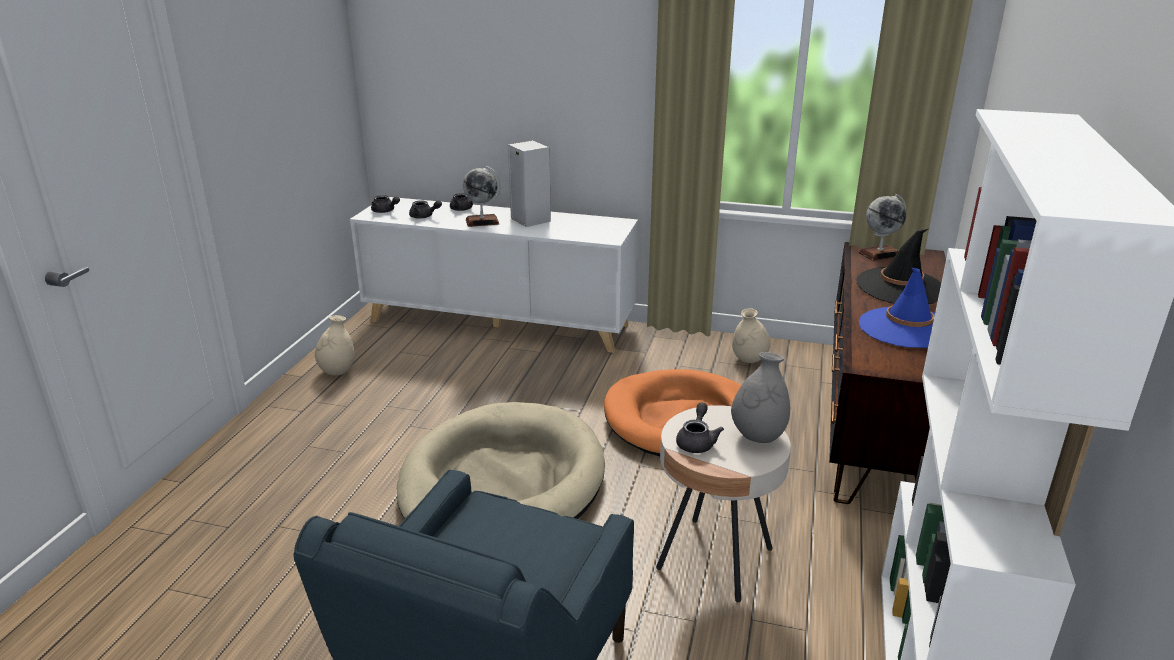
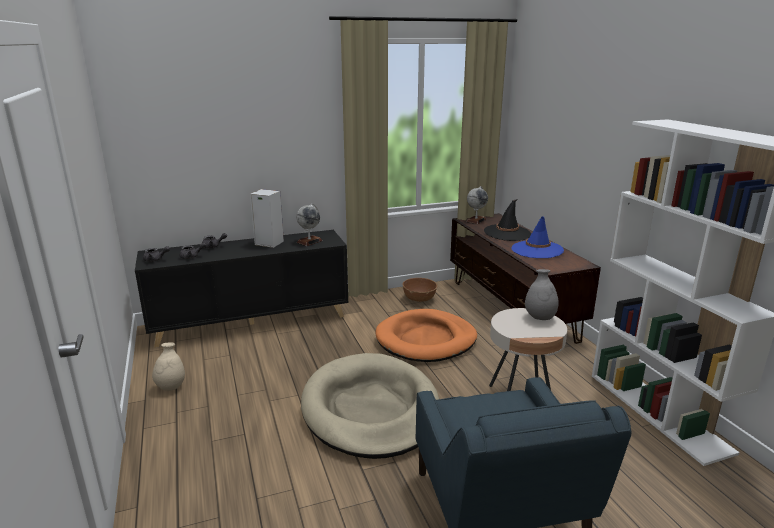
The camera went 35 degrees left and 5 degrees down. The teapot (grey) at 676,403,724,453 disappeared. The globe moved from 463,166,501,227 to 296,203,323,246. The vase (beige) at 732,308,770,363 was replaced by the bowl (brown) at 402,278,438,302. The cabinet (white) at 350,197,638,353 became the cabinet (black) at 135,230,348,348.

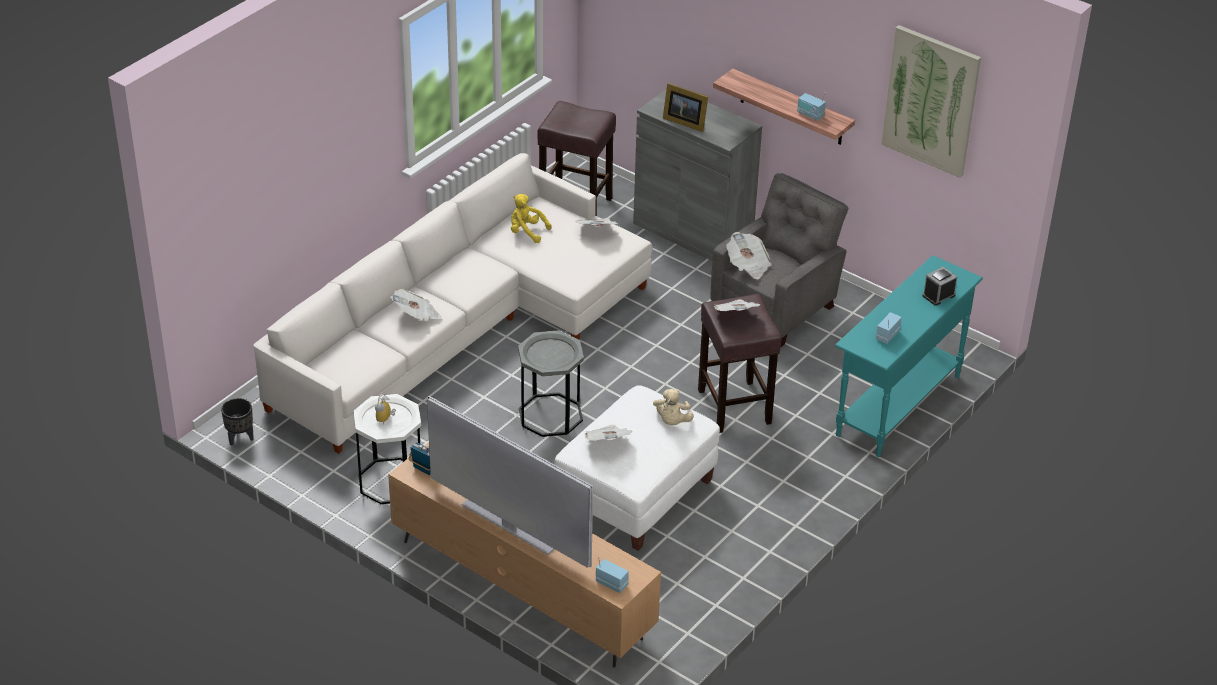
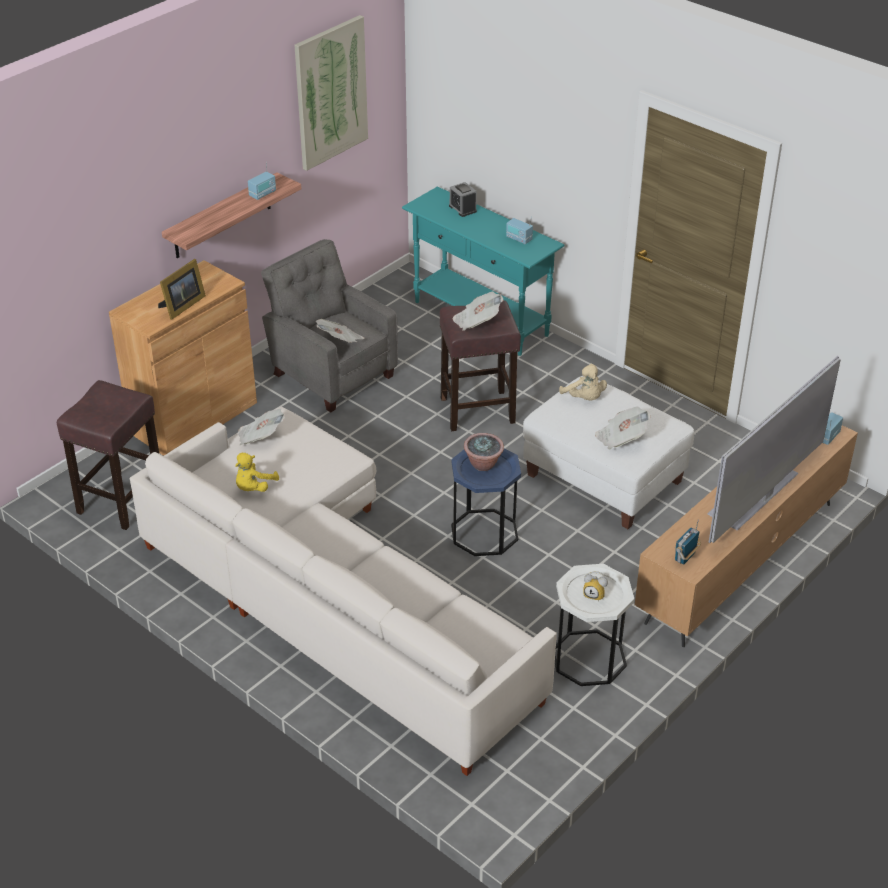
The camera went 85 degrees left and 0 degrees up. The planter (black) at 221,398,254,446 disappeared. The newspaper at 390,289,441,321 disappeared. The potted plant at 464,433,504,471 appeared. The side table (grey) at 518,330,584,437 became the side table (blue) at 451,448,521,556. The cabinet (grey) at 633,90,762,261 became the cabinet (brown) at 109,260,257,456. The plush toy (beige) at 653,389,694,425 turned 45 degrees clockwise.

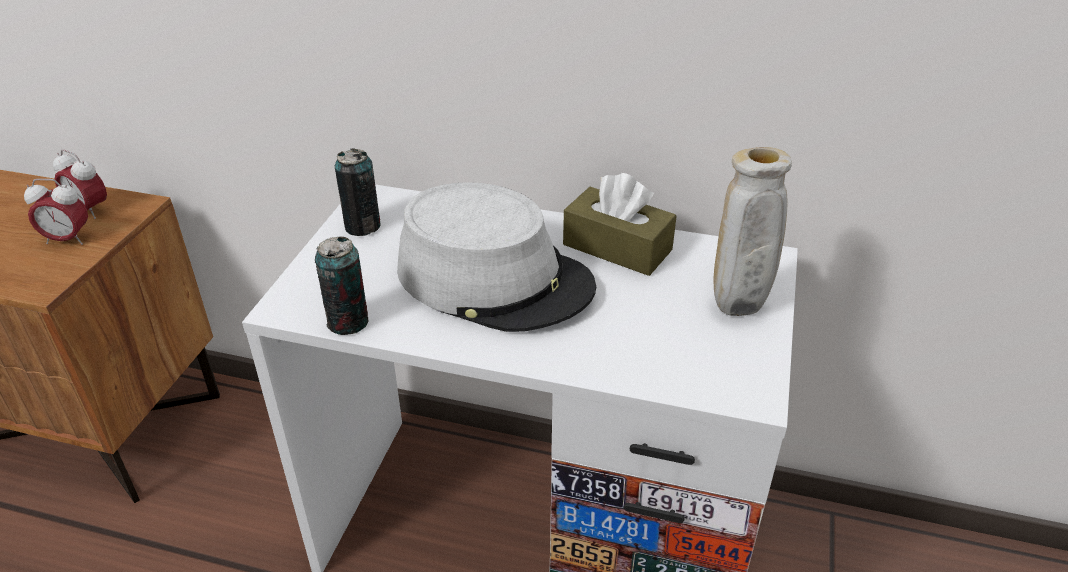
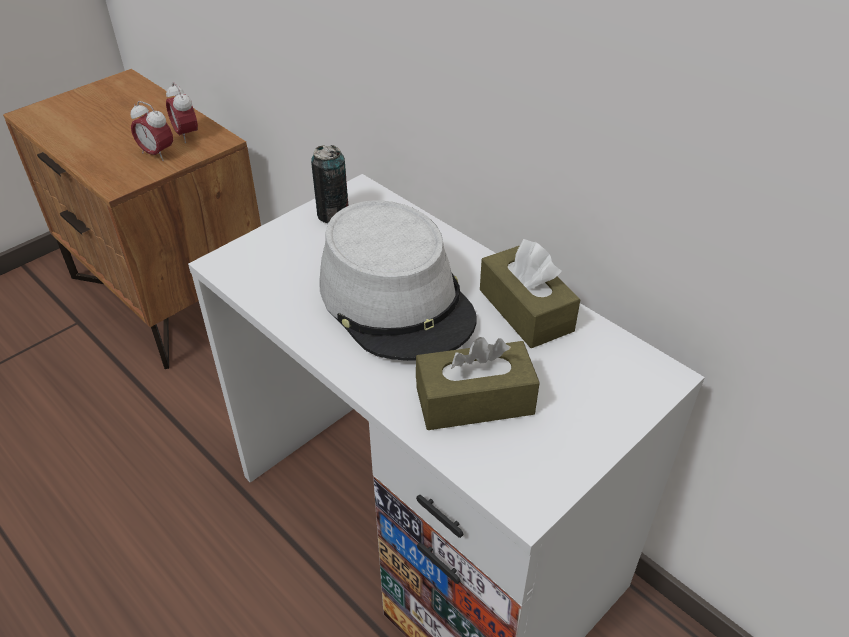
The camera went 30 degrees right and 5 degrees up. The can at 315,236,369,335 disappeared. The vase (beige) at 714,147,792,316 disappeared. The tissue box (brown) at 416,337,540,430 appeared.

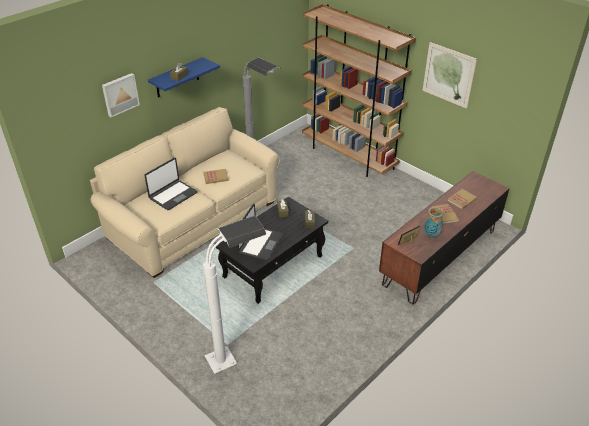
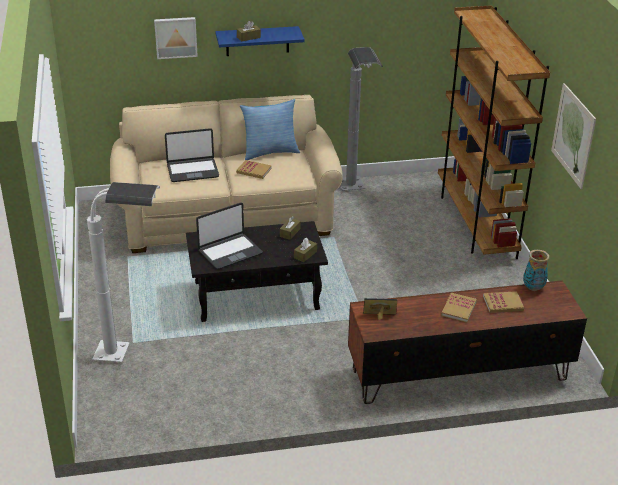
The camera went 35 degrees right and 5 degrees down. The pillow at 240,99,300,160 appeared. The vase moved from 424,207,444,238 to 523,250,550,291.

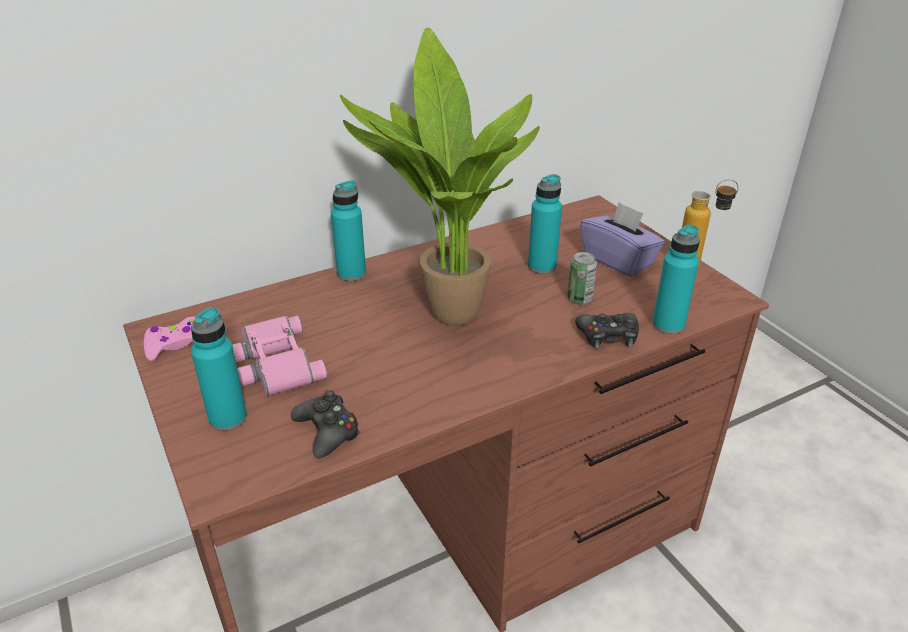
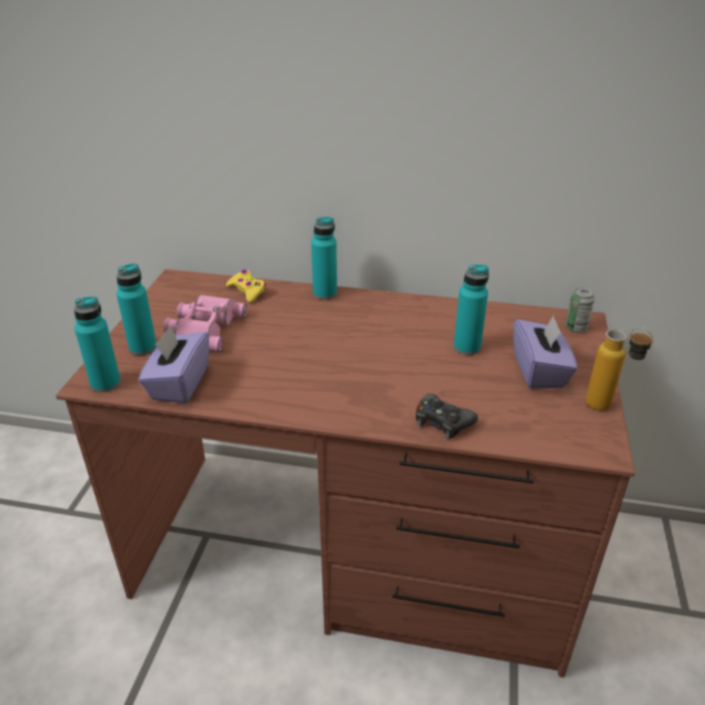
The camera went 40 degrees right and 0 degrees up. The game controller (pink) at 144,317,195,361 disappeared. The potted plant at 340,28,540,326 disappeared. The game controller (yellow) at 226,270,266,303 appeared. The can moved from 567,252,597,305 to 566,288,595,333. The bottle (turquoise) moved from 652,225,700,334 to 74,296,121,392. The game controller (black) at 291,390,360,458 was replaced by the tissue box (purple) at 138,326,209,403.

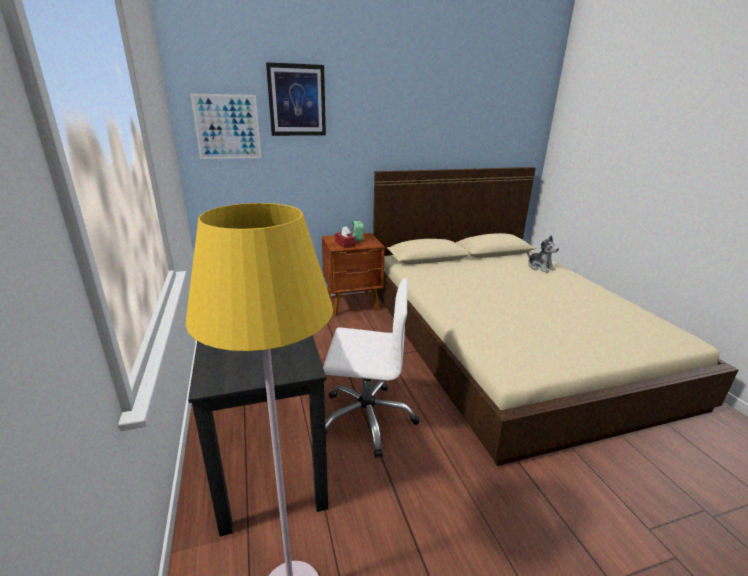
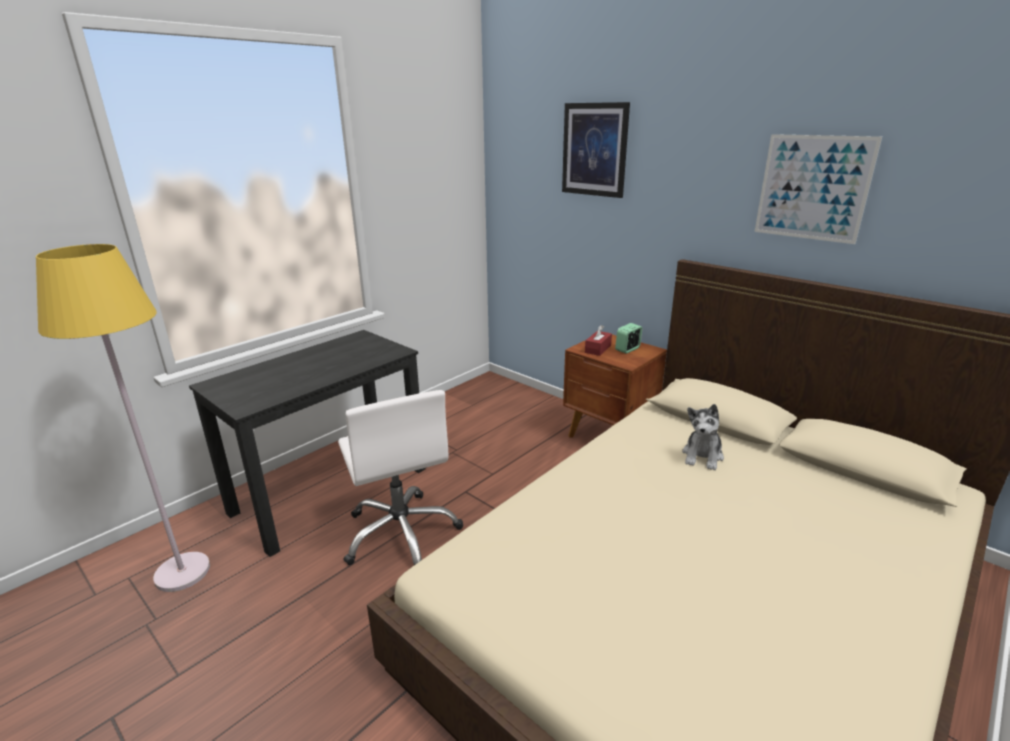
The camera went 60 degrees right and 0 degrees up. The picture moved from 190,93,261,159 to 754,134,882,244. The plush toy moved from 527,235,559,273 to 682,404,724,470.

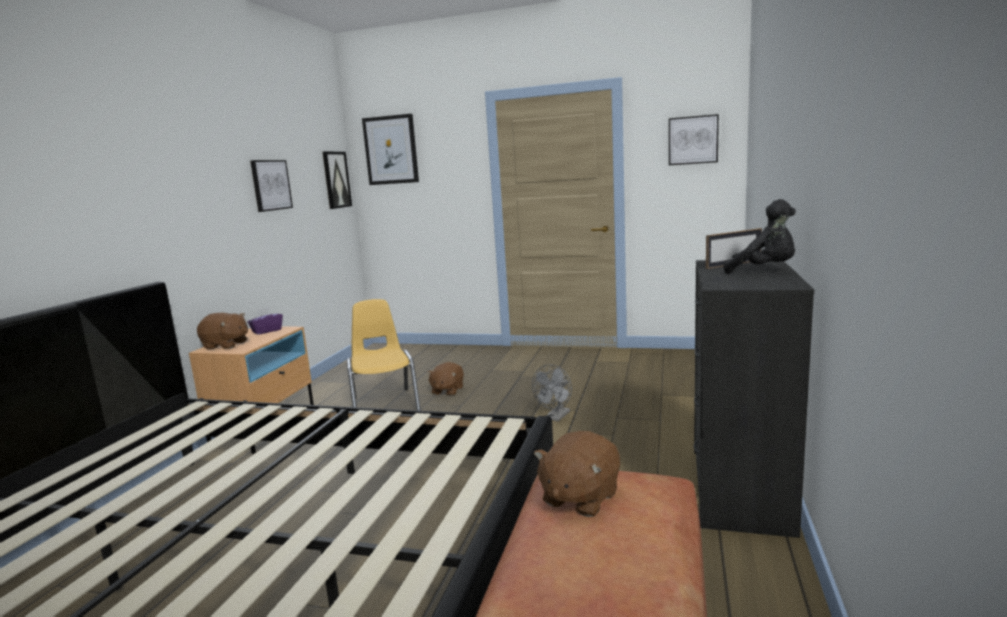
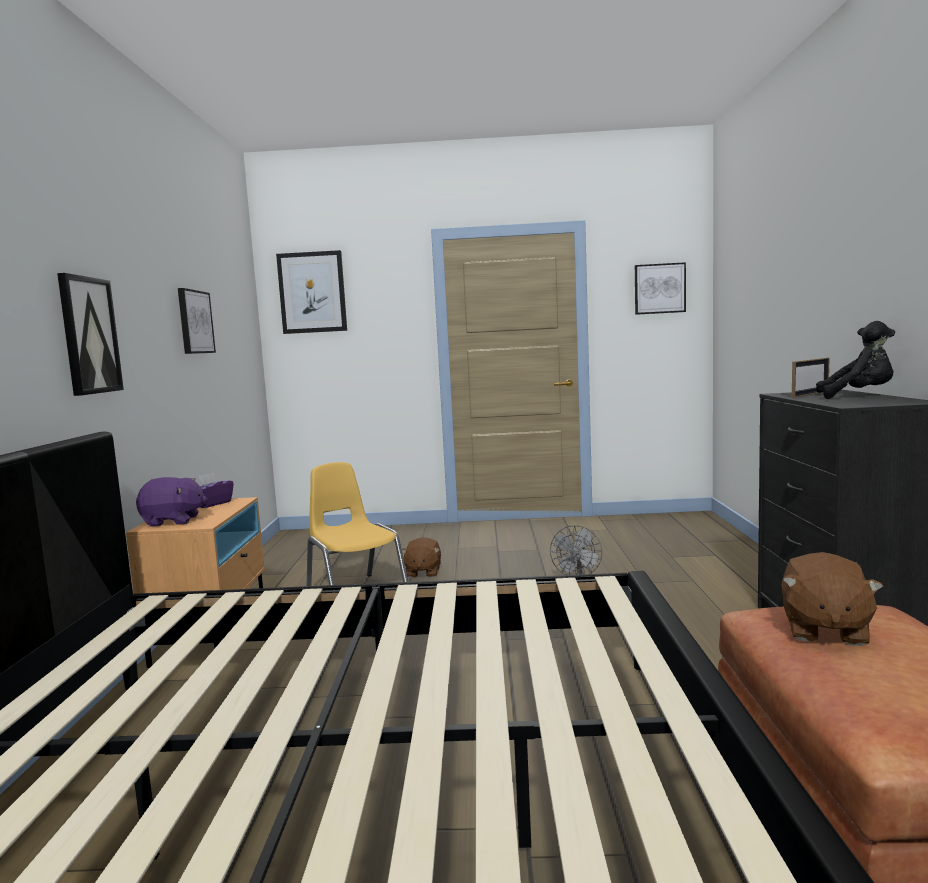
The camera went 15 degrees left and 5 degrees down. The picture moved from 323,151,352,209 to 57,273,124,396. The plush toy (brown) at 197,313,248,349 became the plush toy (purple) at 136,477,207,526.

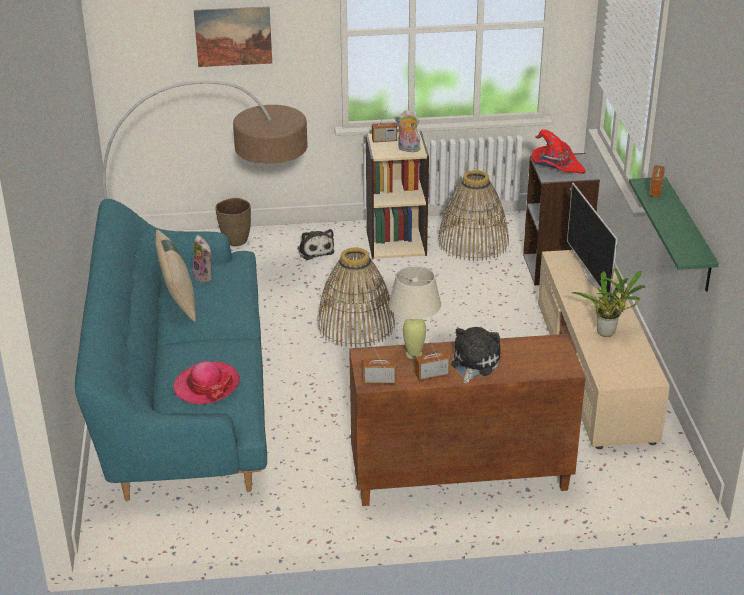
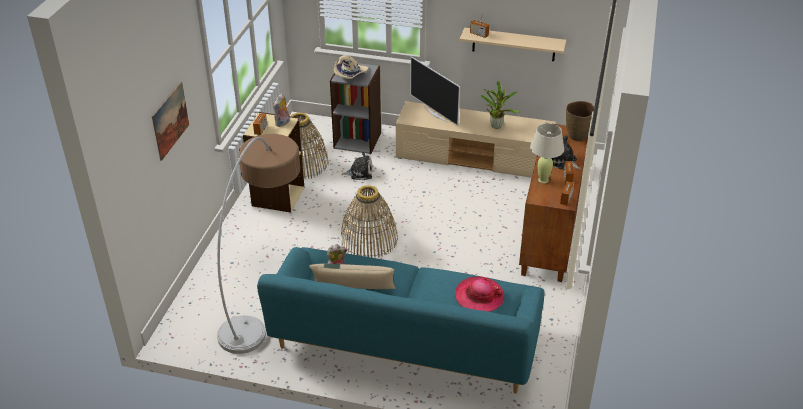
The camera went 70 degrees left and 5 degrees up. The vase (brown) moved from 215,198,251,246 to 566,101,594,141. The plush toy moved from 297,229,334,260 to 341,152,373,180. The hat (red) at 531,129,586,174 became the hat (beige) at 334,55,368,79. The shelf (green) at 629,177,719,292 became the shelf (beige) at 460,28,566,61. The television at 567,183,617,300 turned 45 degrees clockwise.

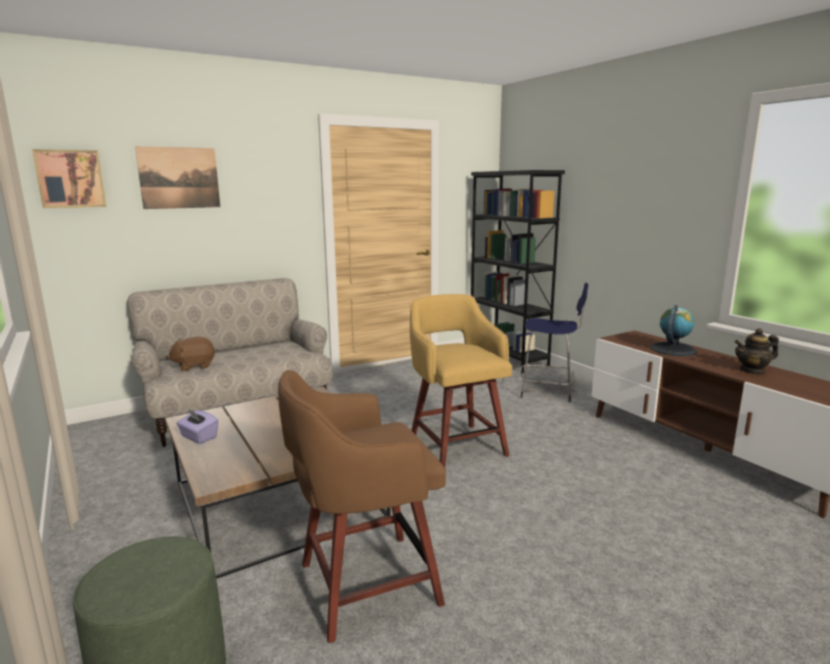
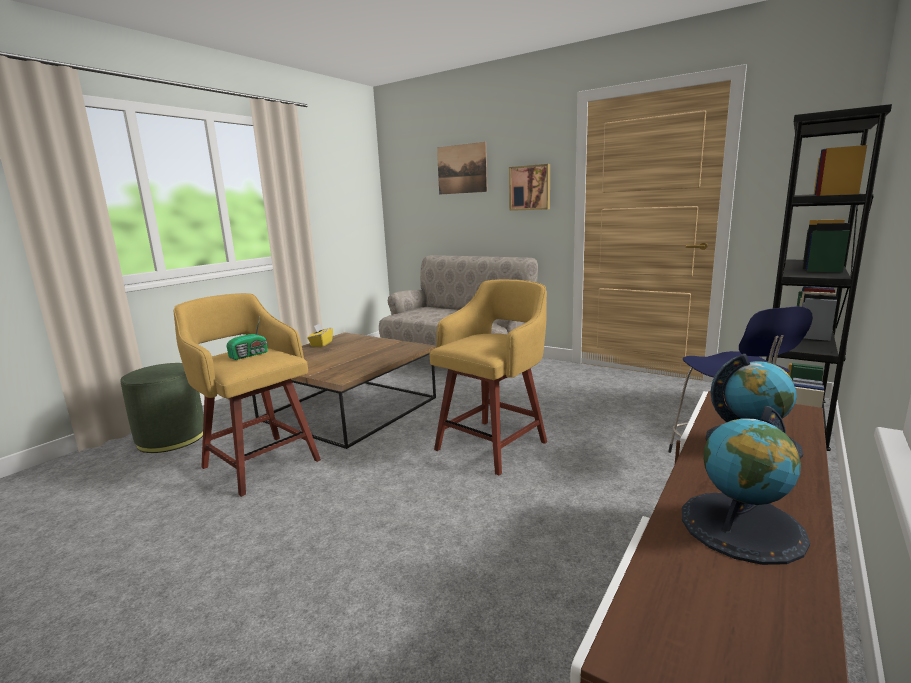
The camera went 65 degrees right and 0 degrees up. The plush toy (brown) at 167,337,215,371 disappeared. The radio at 227,317,268,360 appeared. The picture moved from 32,149,106,208 to 509,164,550,211. The teapot at 735,328,779,375 was replaced by the globe at 682,406,810,565. The tissue box (purple) at 176,409,219,444 became the tissue box (yellow) at 307,323,333,347. The stool (brown) at 278,370,446,643 became the stool (yellow) at 174,293,321,497.

